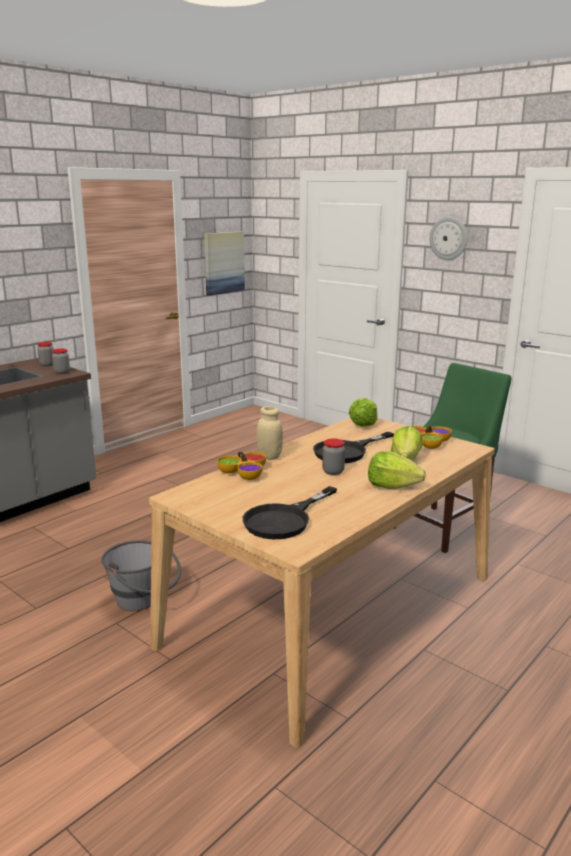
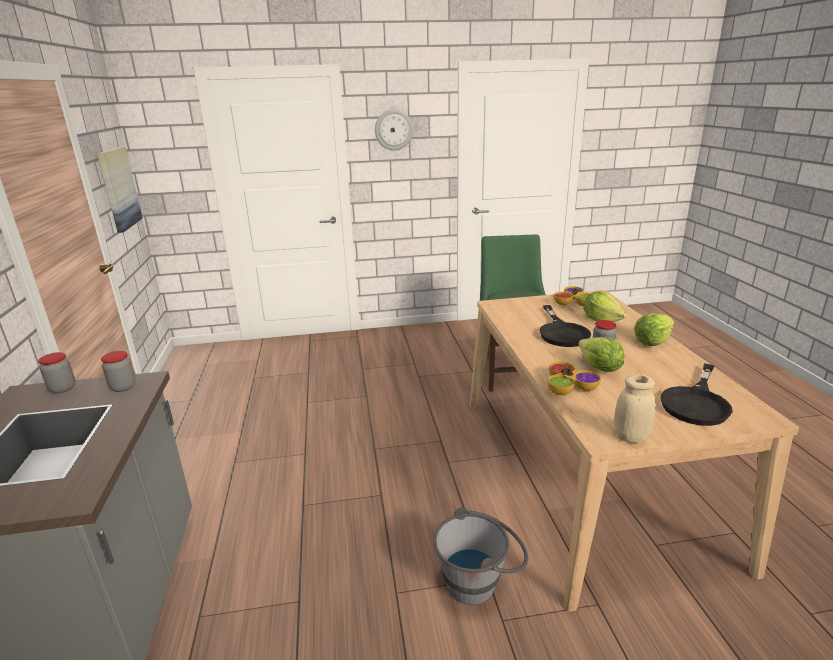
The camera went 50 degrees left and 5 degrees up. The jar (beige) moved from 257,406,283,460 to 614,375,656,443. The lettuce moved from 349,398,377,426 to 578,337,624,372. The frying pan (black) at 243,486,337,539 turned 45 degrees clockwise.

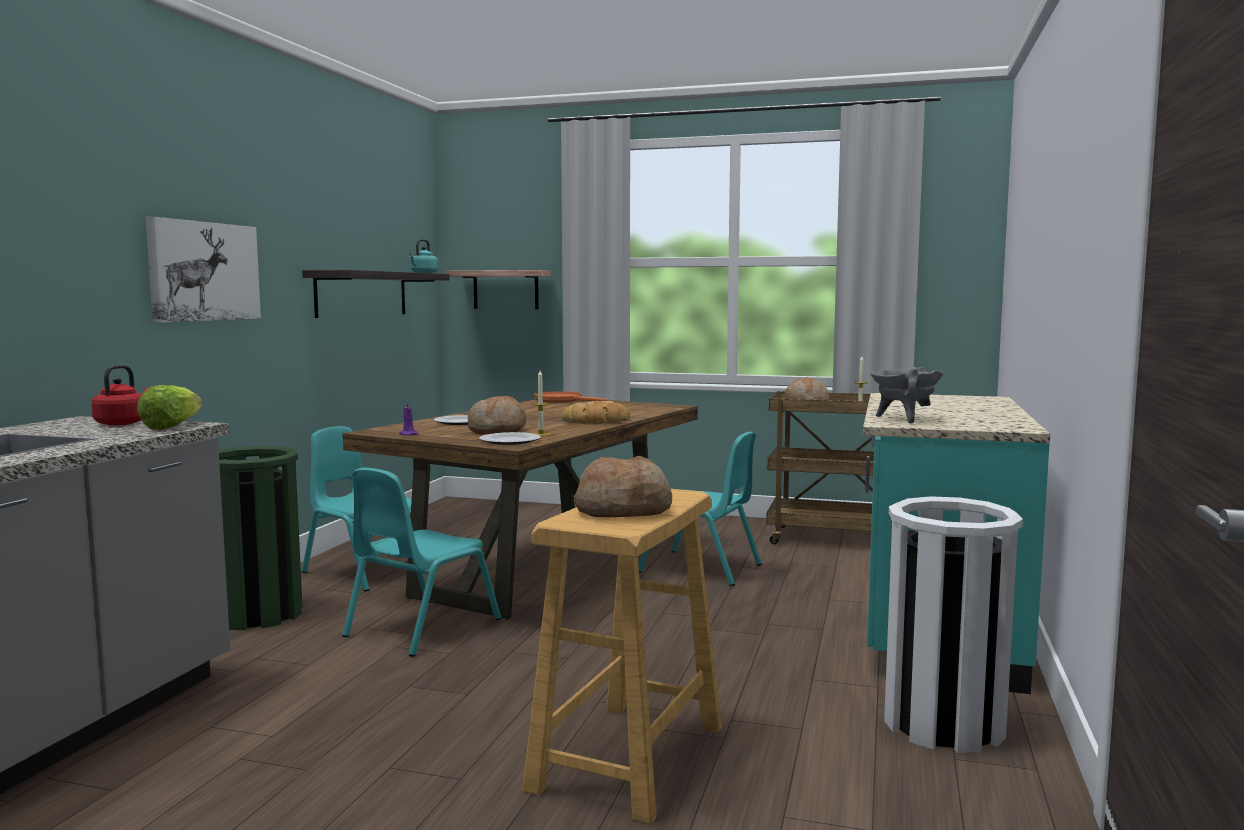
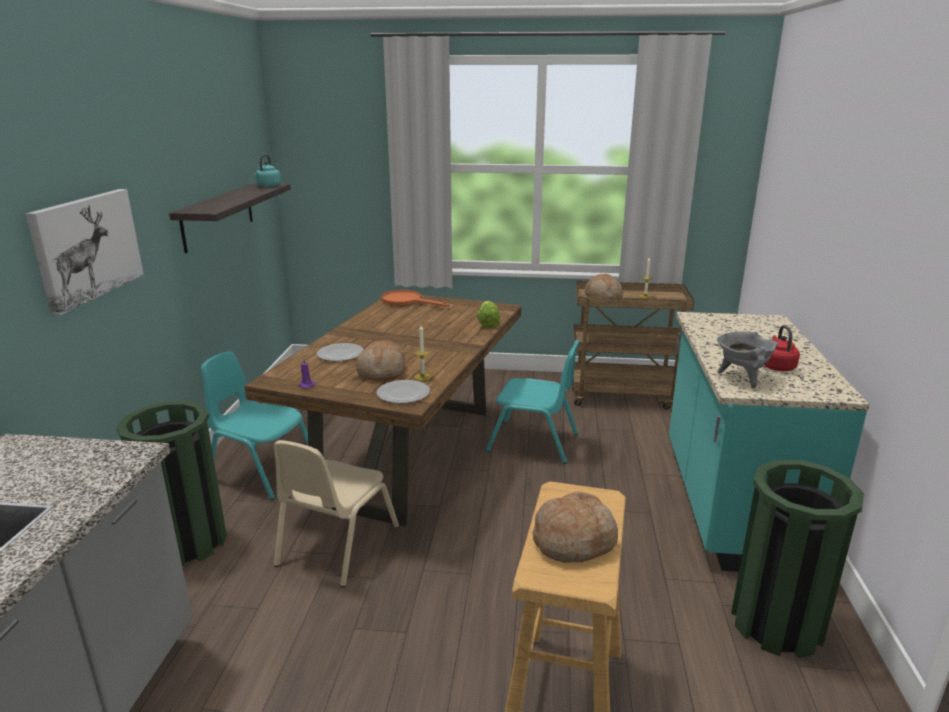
The camera went 10 degrees left and 15 degrees up. The shelf at 446,270,551,309 disappeared. The bread at 562,401,630,424 disappeared. The kettle (red) moved from 91,365,149,426 to 764,325,800,371. The lettuce moved from 137,385,202,430 to 477,301,500,328. The chair (turquoise) at 342,468,501,657 became the chair (beige) at 273,440,399,587. The trash can (white) at 884,496,1023,753 became the trash can (green) at 731,460,864,658.

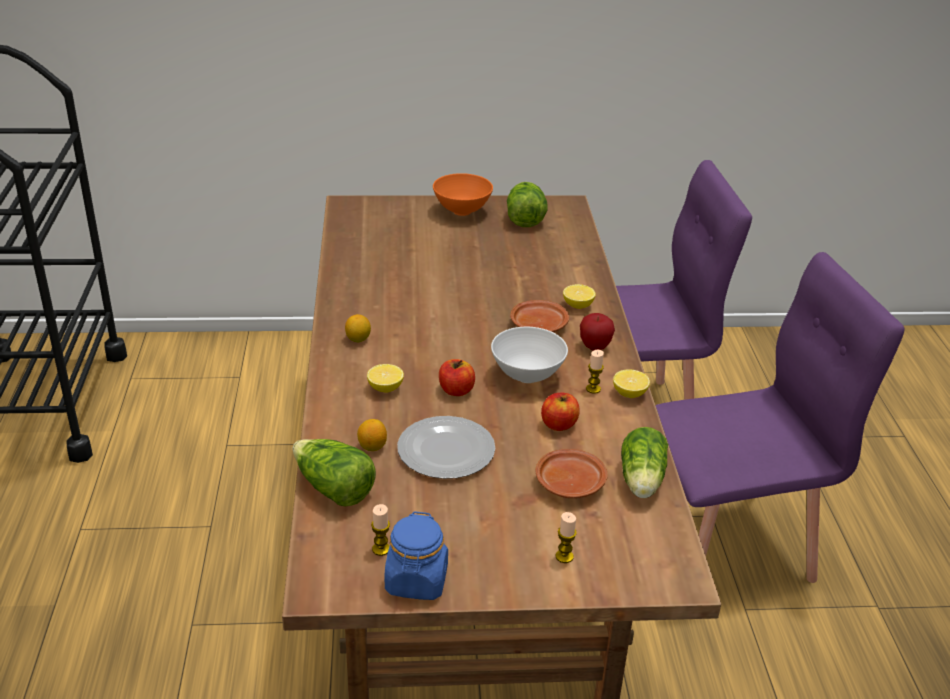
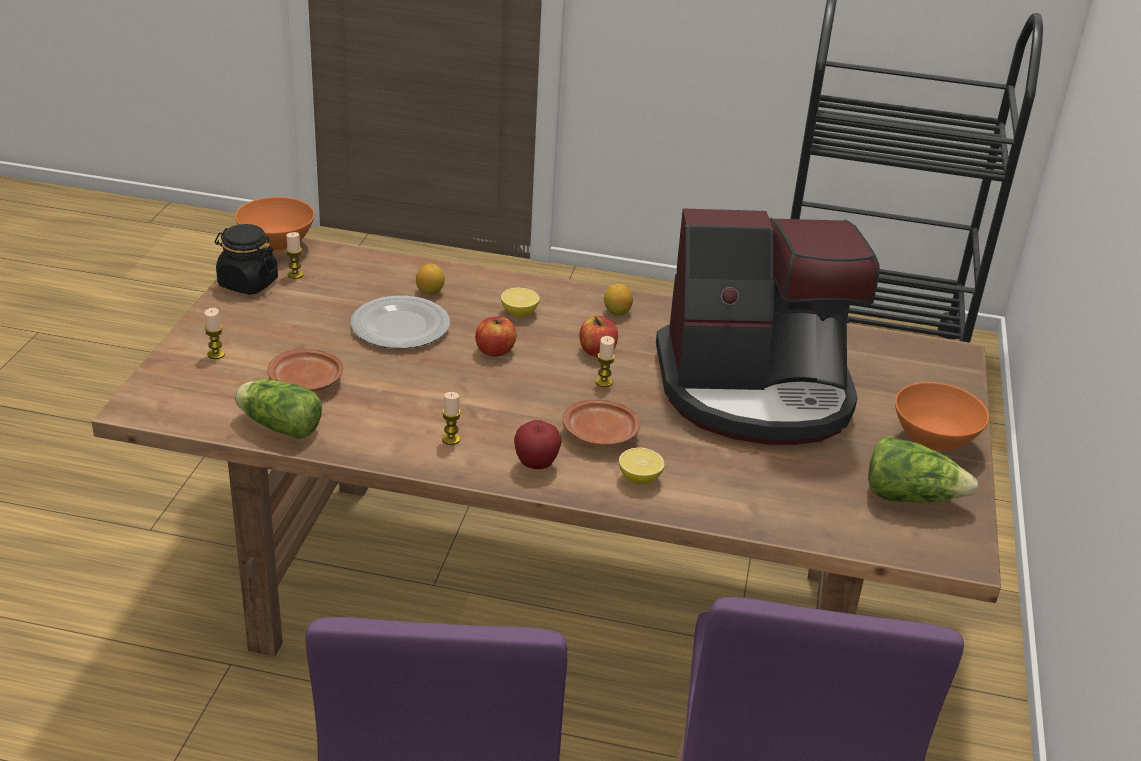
The camera went 105 degrees right and 0 degrees up. The lettuce at 293,439,376,506 disappeared. The bowl (white) at 491,327,568,383 disappeared. The lemon at 613,369,650,398 disappeared. The bowl (orange) at 235,197,315,252 appeared. The candle at 595,336,615,387 appeared. The coffee machine at 656,209,880,445 appeared. The apple moved from 541,392,580,431 to 579,316,618,357. The jar (blue) at 384,511,448,600 became the jar (black) at 215,224,278,295.

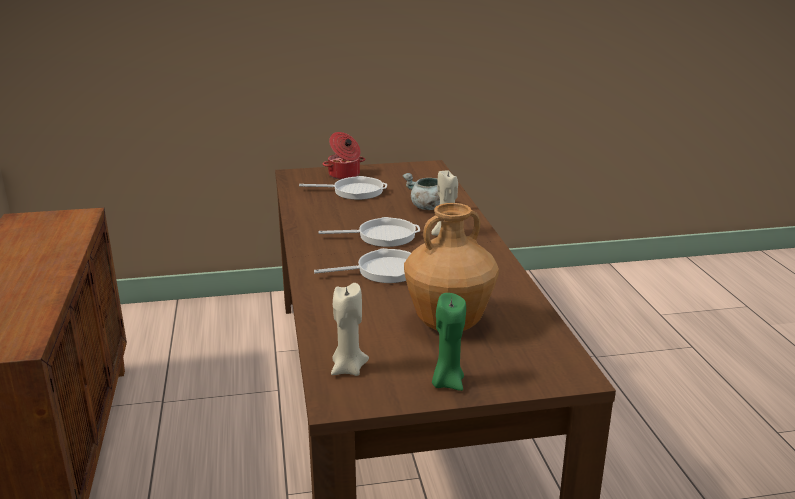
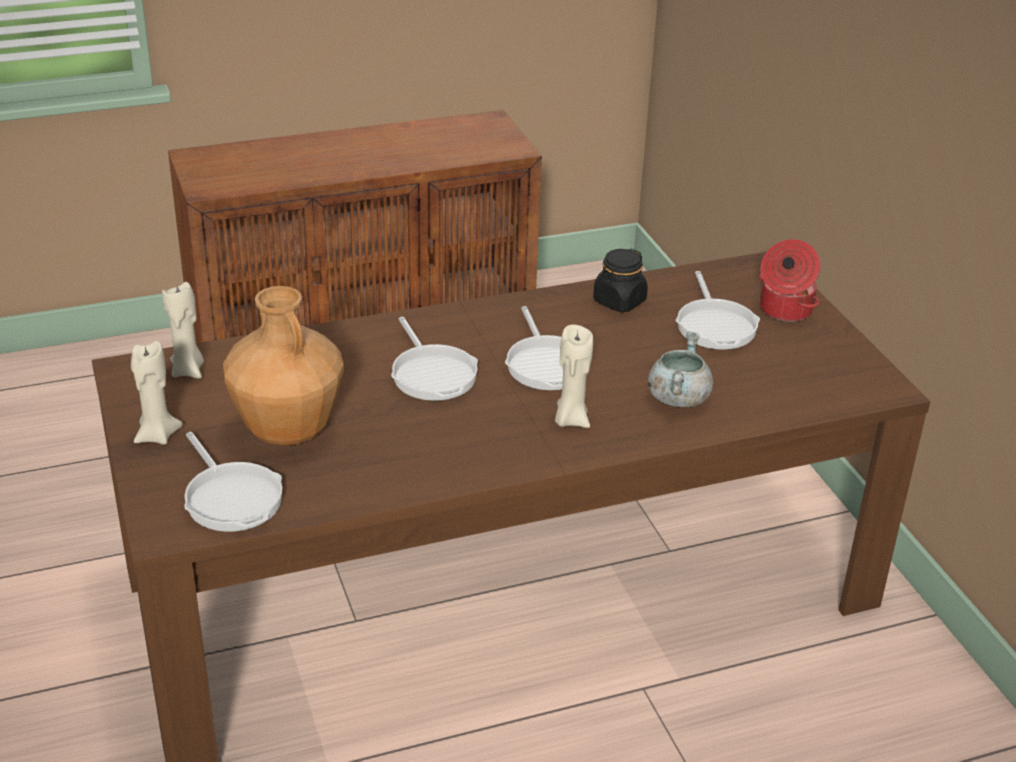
The camera went 80 degrees right and 10 degrees up. The frying pan at 184,432,282,532 appeared. The jar (black) at 593,249,648,312 appeared. The candle (green) at 432,293,466,391 became the candle (beige) at 131,341,183,445.

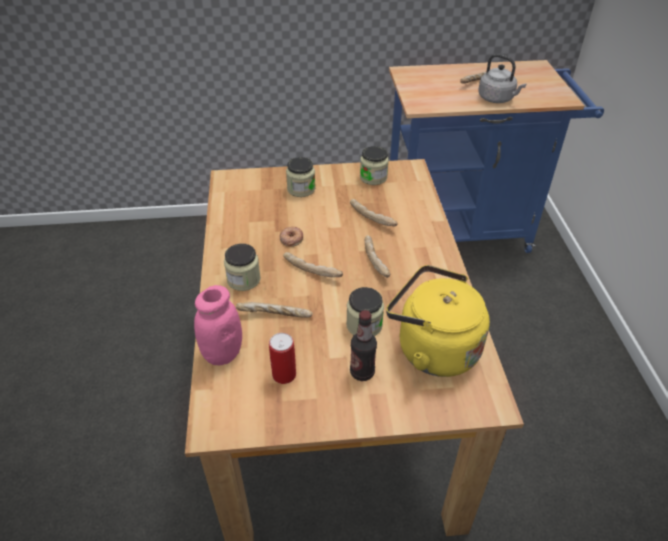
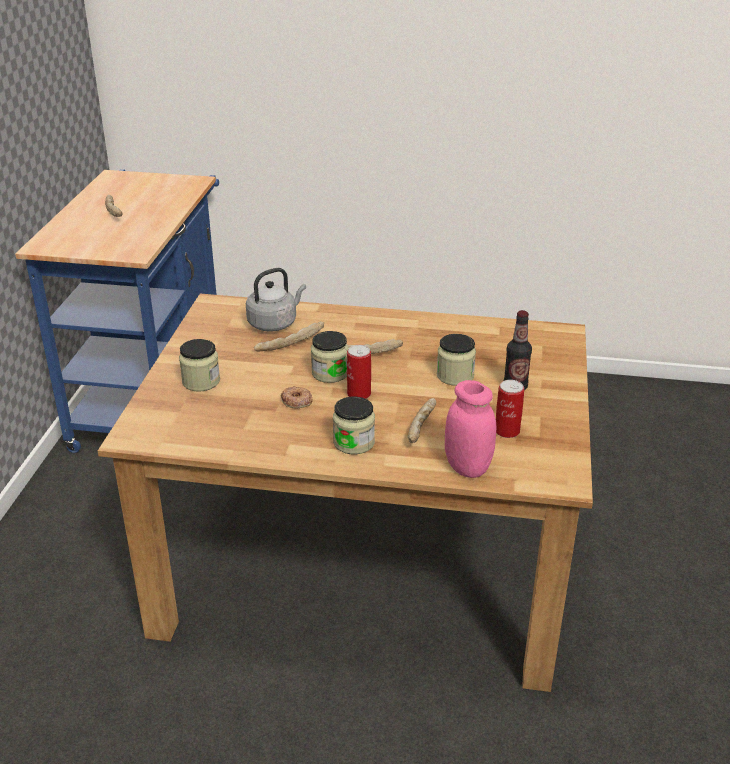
The camera went 75 degrees left and 10 degrees down. The kettle (yellow) at 386,265,490,377 disappeared. The jar moved from 360,146,389,185 to 311,331,349,383. The kettle (grey) moved from 478,54,527,103 to 246,268,306,332. The bread at 283,252,343,277 was replaced by the can at 347,345,371,399.

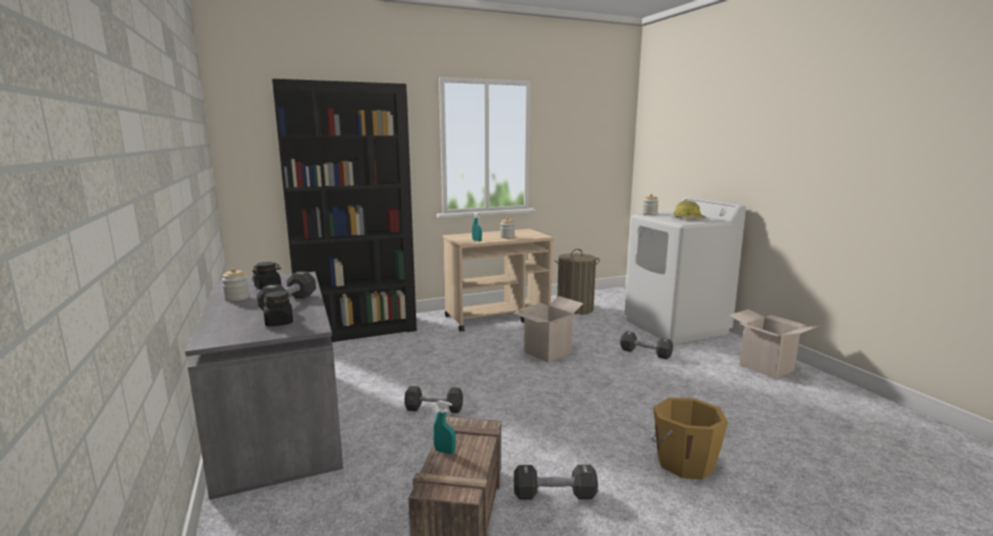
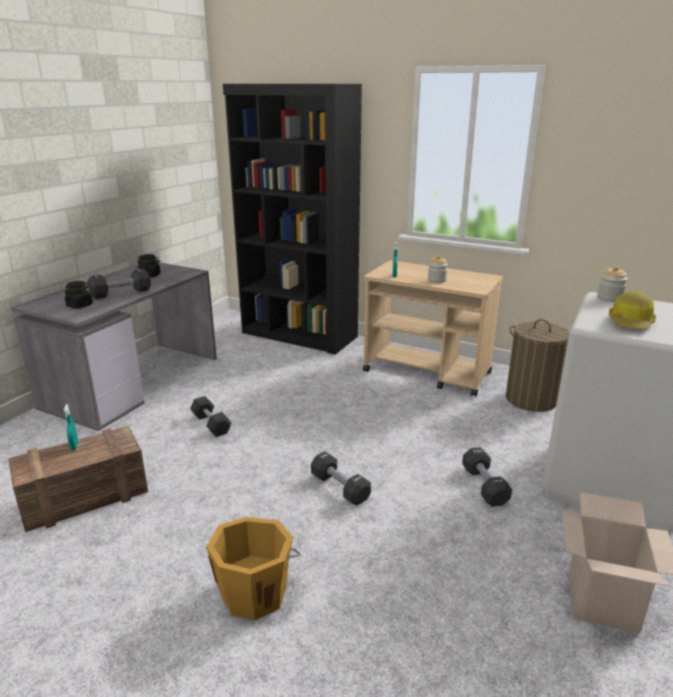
The camera went 50 degrees right and 10 degrees up. The jar at 222,268,250,301 disappeared. The cardboard box at 513,296,584,362 disappeared. The dumbbell (black) moved from 514,465,598,499 to 311,451,371,506.

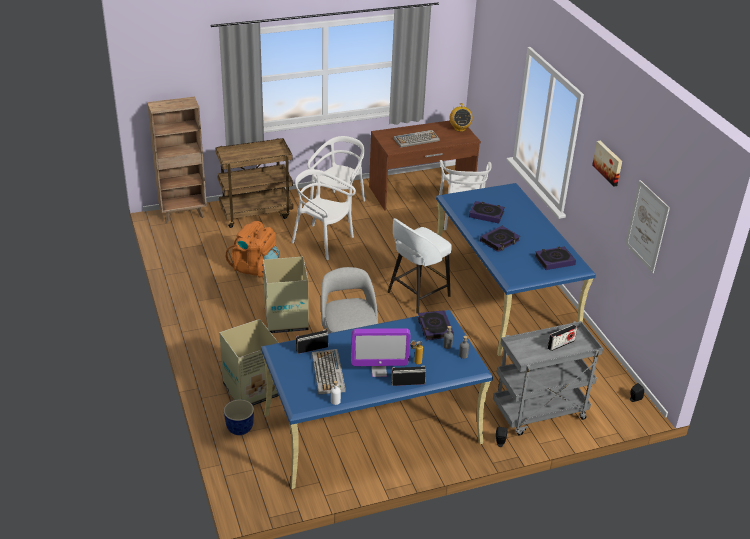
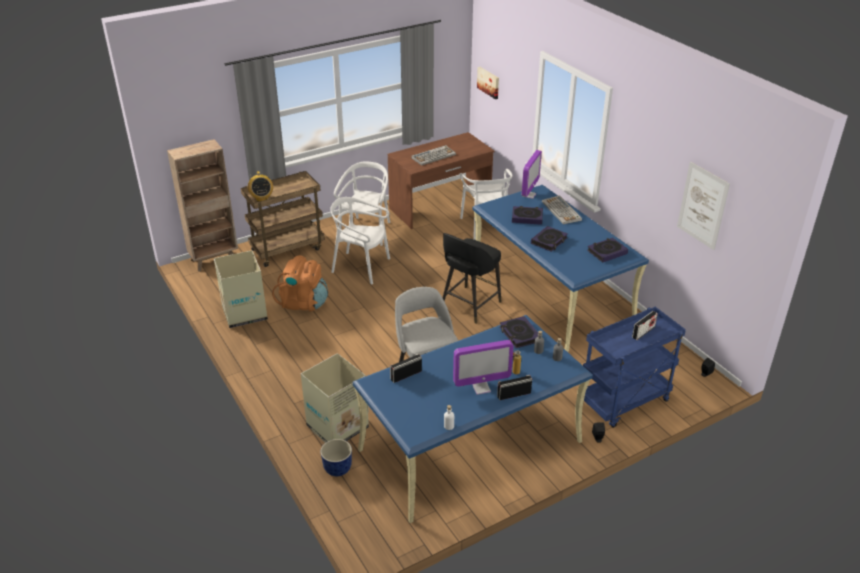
The camera went 10 degrees left and 0 degrees up. The monitor at 521,150,542,199 appeared. The cardboard box moved from 263,257,309,333 to 214,250,268,328. The keyboard moved from 312,349,346,394 to 542,195,582,224. The radio moved from 449,103,473,132 to 248,171,273,202. The picture moved from 592,141,622,186 to 477,67,499,99. The stool (white) at 388,218,452,314 became the stool (black) at 443,233,501,324. The cart (grey) at 493,321,603,436 became the cart (blue) at 583,307,686,428.

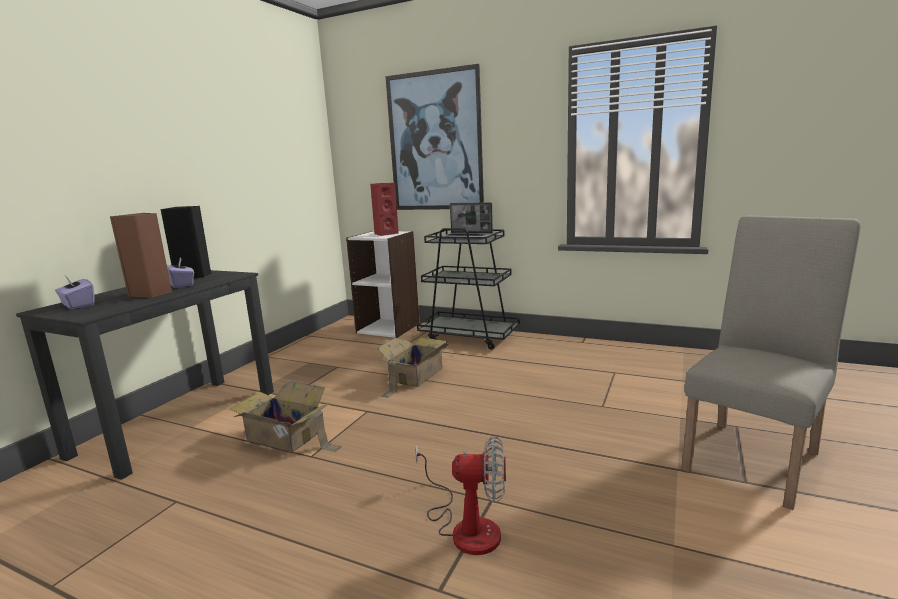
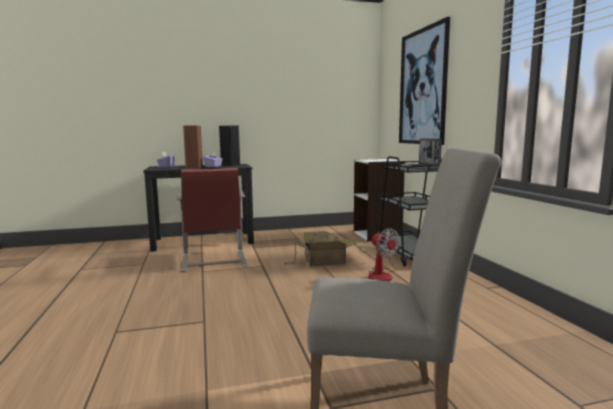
The camera went 50 degrees right and 5 degrees down. The speaker (red) at 370,183,399,236 disappeared. The fan moved from 415,436,506,555 to 368,228,400,281. The cardboard box at 229,381,342,453 was replaced by the chair (red) at 176,168,247,272.

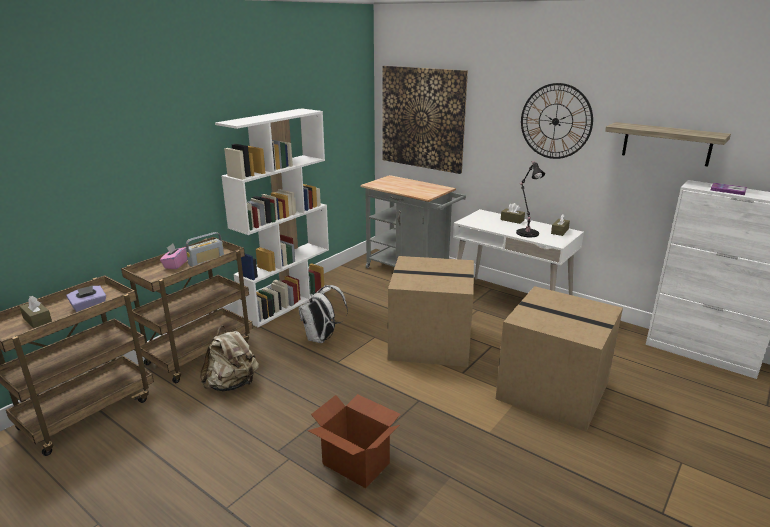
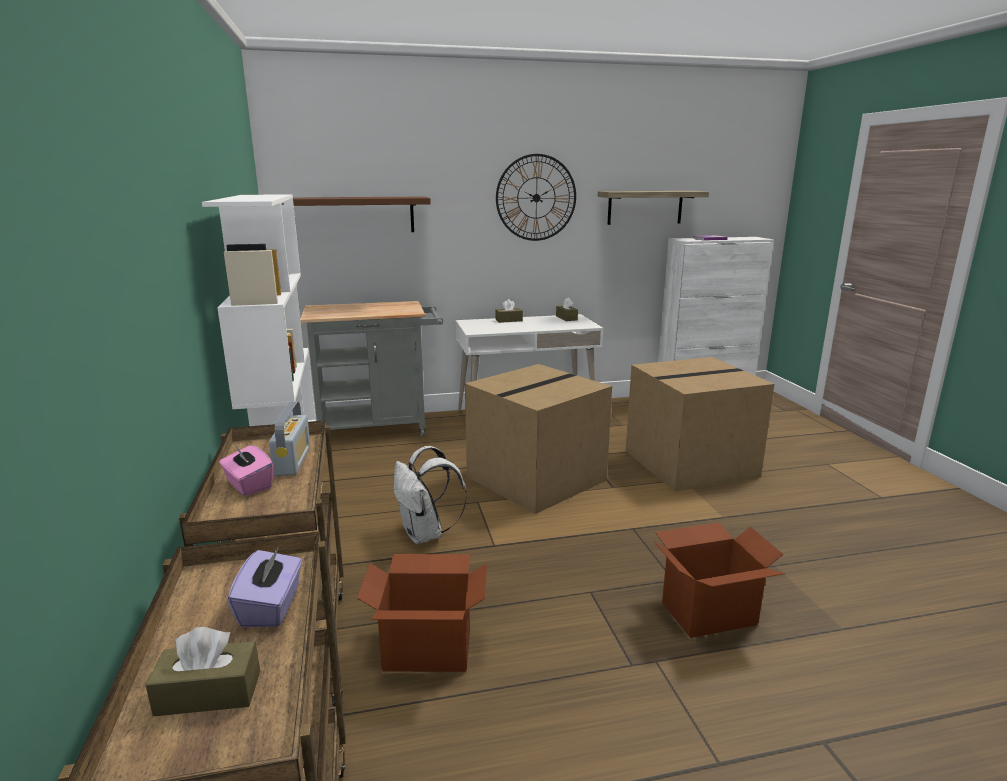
The camera went 50 degrees left and 5 degrees down. The table lamp (black) at 516,161,545,237 disappeared. The backpack (beige) at 200,326,259,392 was replaced by the cardboard box at 357,554,487,672. The picture at 382,66,468,174 was replaced by the shelf (brown) at 293,196,431,232.

